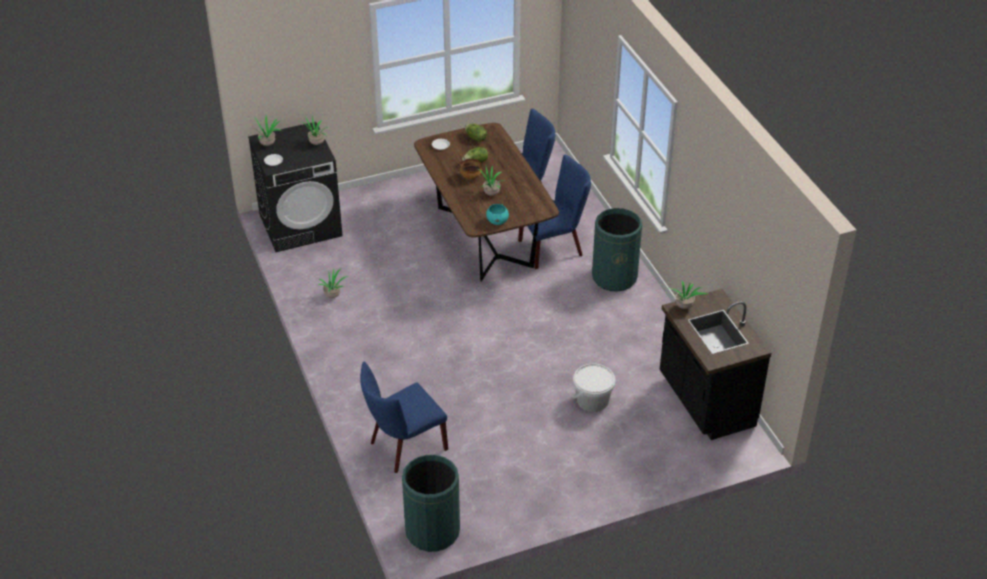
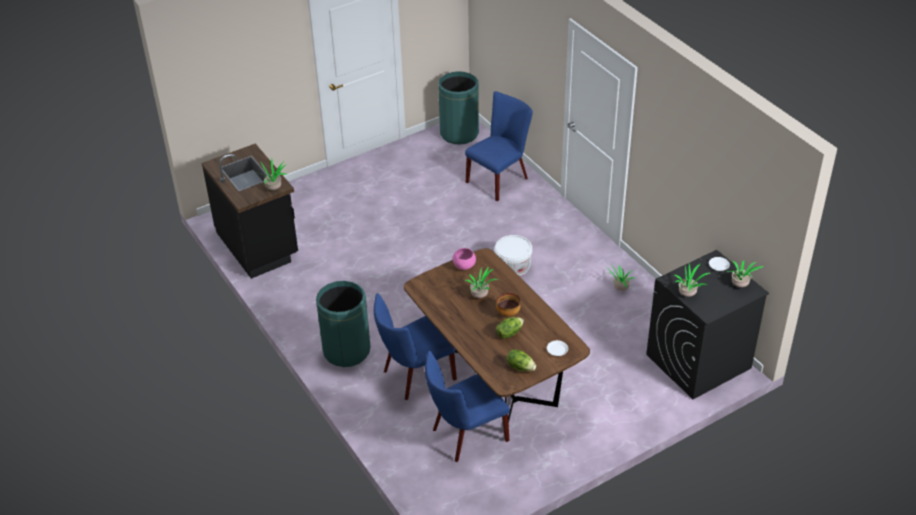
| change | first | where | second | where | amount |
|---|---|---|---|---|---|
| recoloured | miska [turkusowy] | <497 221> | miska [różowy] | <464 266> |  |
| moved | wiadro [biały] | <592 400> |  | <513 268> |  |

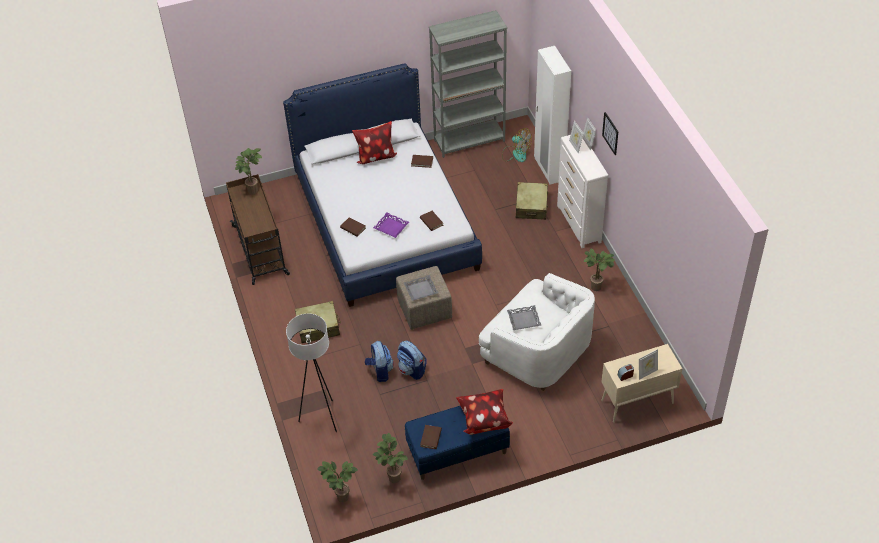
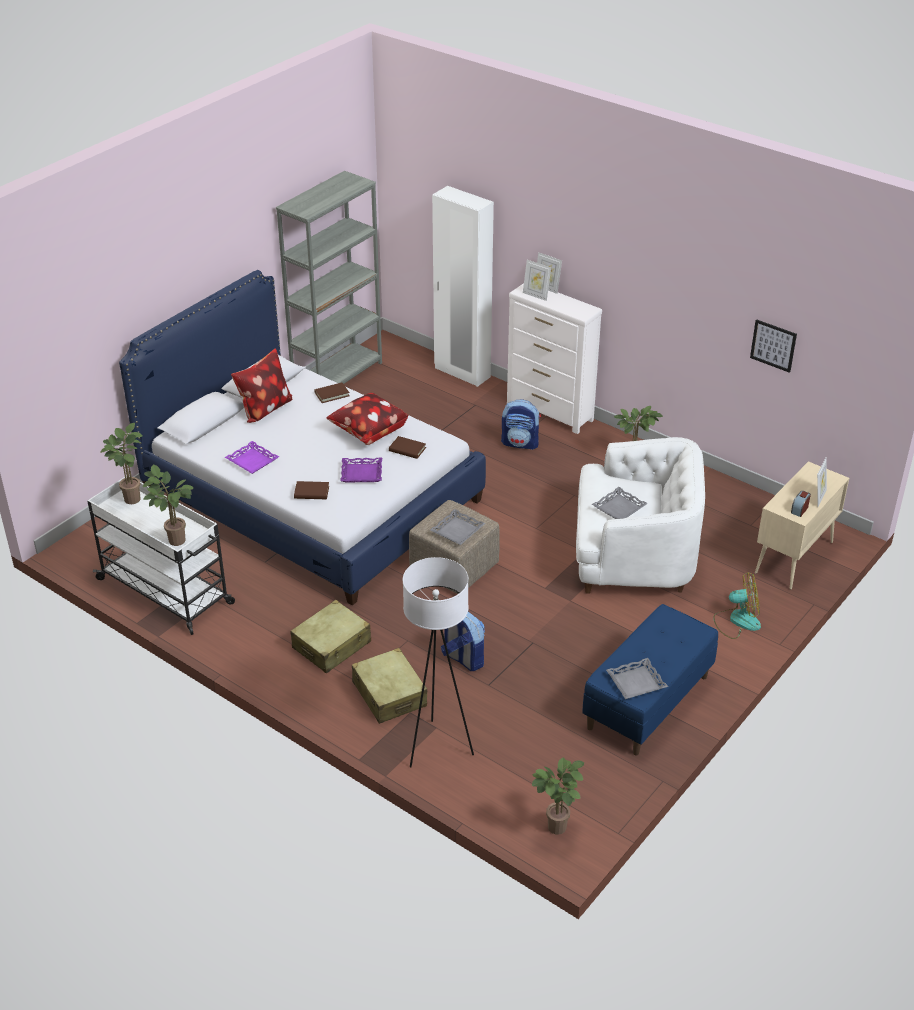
| change | first | where | second | where | amount |
|---|---|---|---|---|---|
| moved | obraz | <610 133> |  | <773 345> |  |
| moved | wentylator | <516 153> |  | <737 621> |  |
| recoloured | wózek [brązowy] | <260 251> | wózek [biały] | <166 592> |  |
| moved | walizka [beżowy] | <531 206> |  | <389 694> |  |
| moved | plecak | <412 370> |  | <520 443> |  |
| moved | poduszka | <483 419> |  | <368 432> |  |
| replaced | książka [brązowy] | <431 438> | taca [szary] | <636 683> |  |
| moved | roślina doniczkowa | <392 477> |  | <173 541> |  |
| added |  |  | taca [fioletowy] | <252 461> |  |

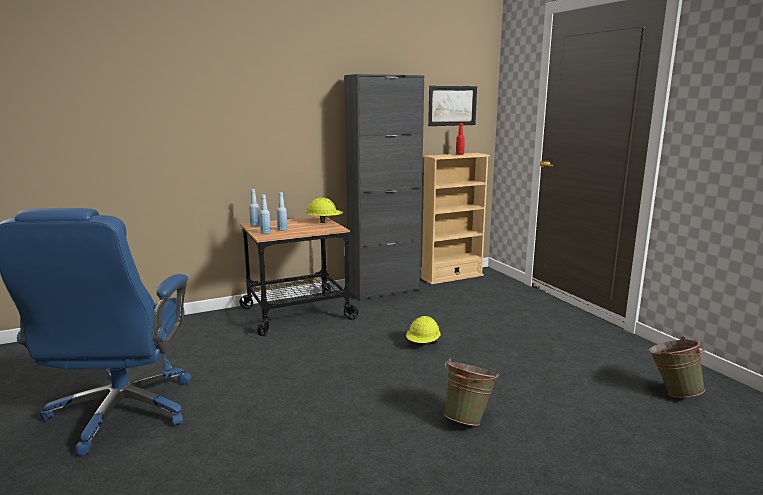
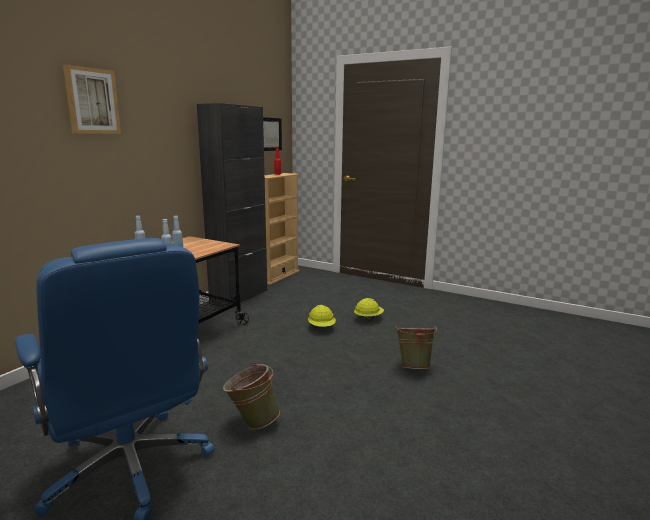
| change | first | where | second | where | amount |
|---|---|---|---|---|---|
| moved | kask [żółty] | <324 222> |  | <368 318> |  |
| moved | wiadro [zielony] | <672 392> |  | <252 422> |  |
| added |  |  | obraz | <92 101> |  |

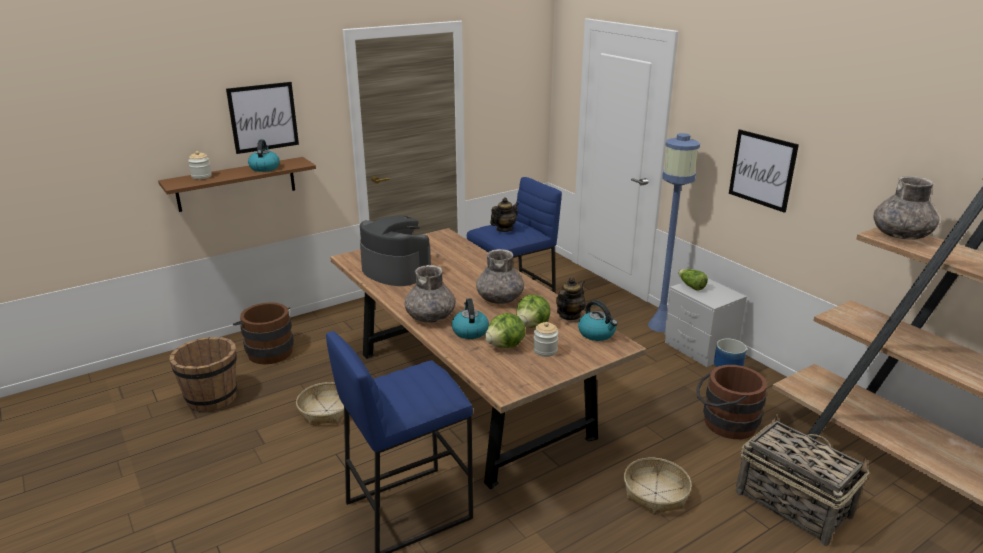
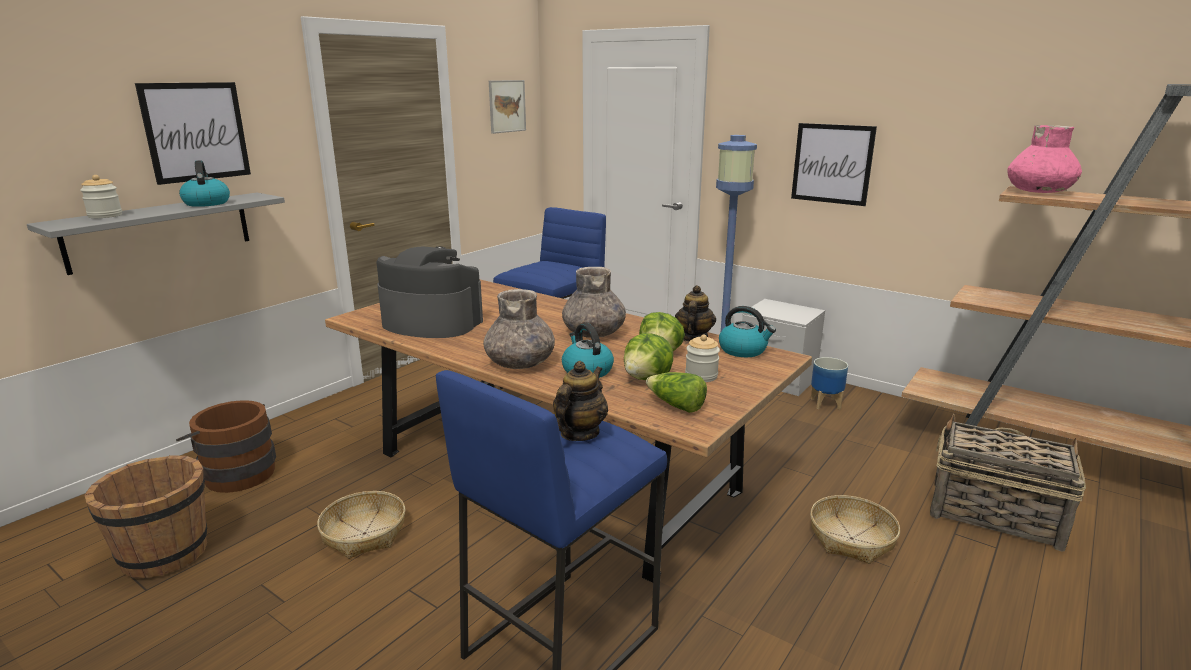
| change | first | where | second | where | amount |
|---|---|---|---|---|---|
| recoloured | półka [brązowy] | <236 184> | półka [szary] | <160 231> |  |
| recoloured | wazon [szary] | <901 235> | wazon [różowy] | <1039 192> |  |
| moved | imbryk | <504 229> |  | <579 433> |  |
| moved | sałata | <691 286> |  | <676 406> |  |
| removed | wiadro [brązowy] | <724 423> |  |  |  |
| added |  |  | obraz | <507 106> |  |

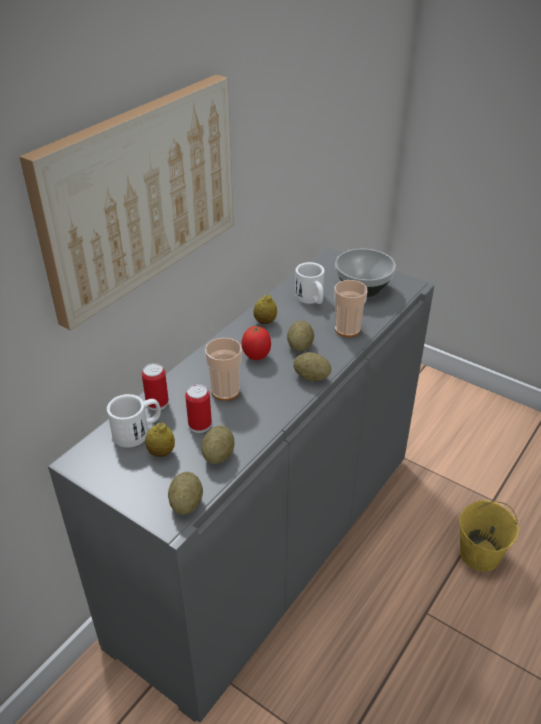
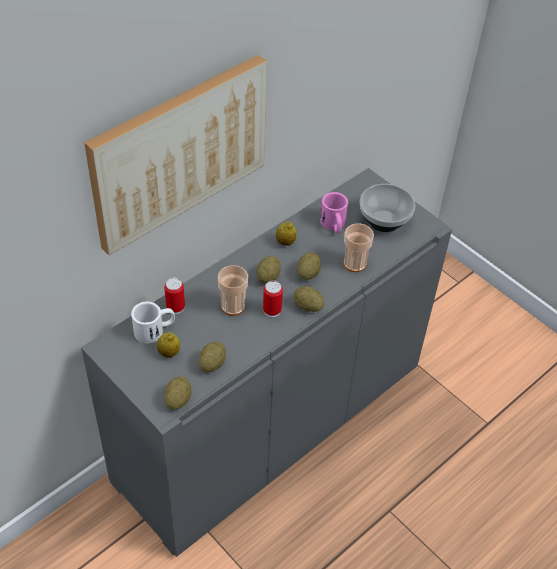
| change | first | where | second | where | amount |
|---|---|---|---|---|---|
| recoloured | kubek [biały] | <311 299> | kubek [różowy] | <334 225> |  |
| replaced | pomidor | <256 356> | ziemniak | <268 277> |  |
| moved | puszka | <200 425> |  | <272 310> |  |
| removed | wiadro [żółty] | <479 554> |  |  |  |

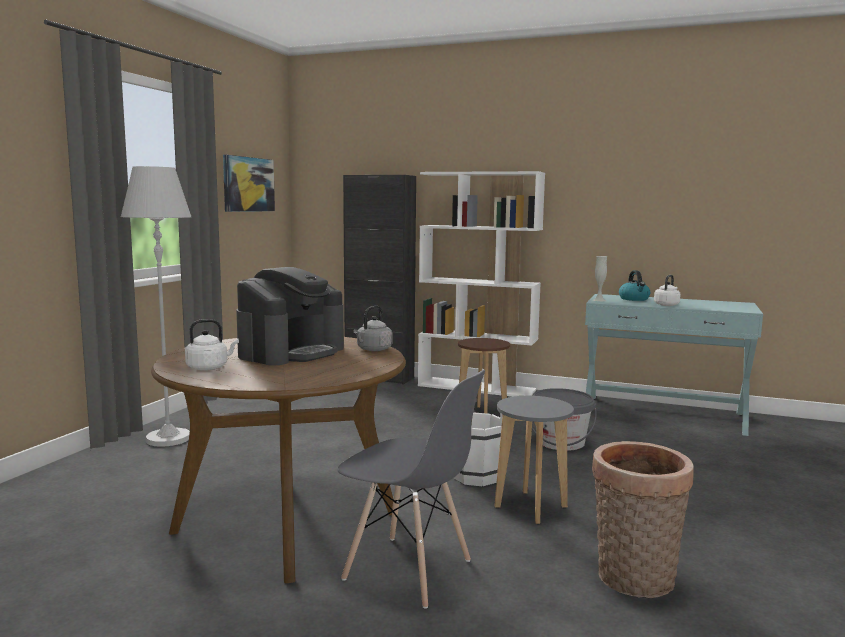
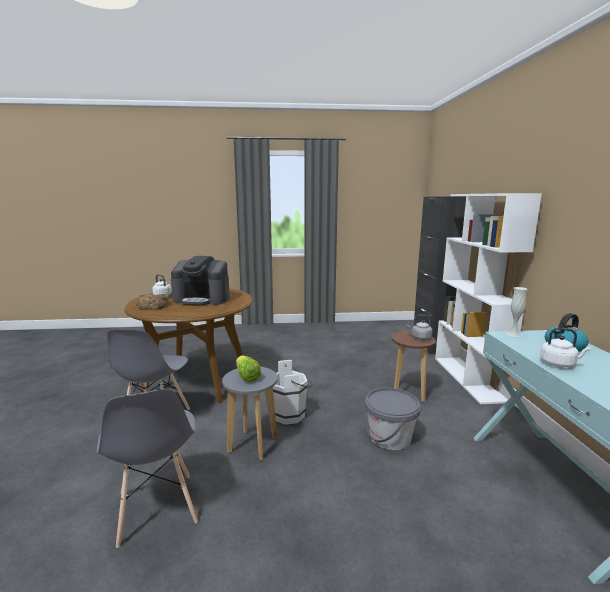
| change | first | where | second | where | amount |
|---|---|---|---|---|---|
| removed | obraz | <248 184> |  |  |  |
| removed | lampa stojąca [biały] | <168 439> |  |  |  |
| moved | czajnik [szary] | <373 349> |  | <420 338> |  |
| replaced | koszyk | <634 581> | krzesło [szary] | <157 508> |  |
| added |  |  | chleb | <153 306> |  |
| added |  |  | sałata | <247 377> |  |

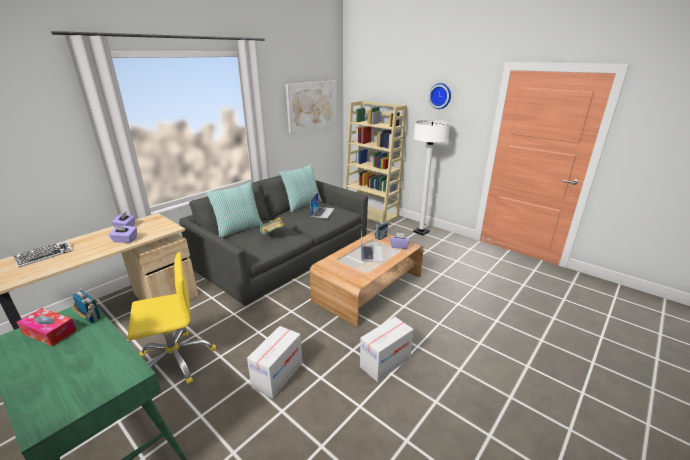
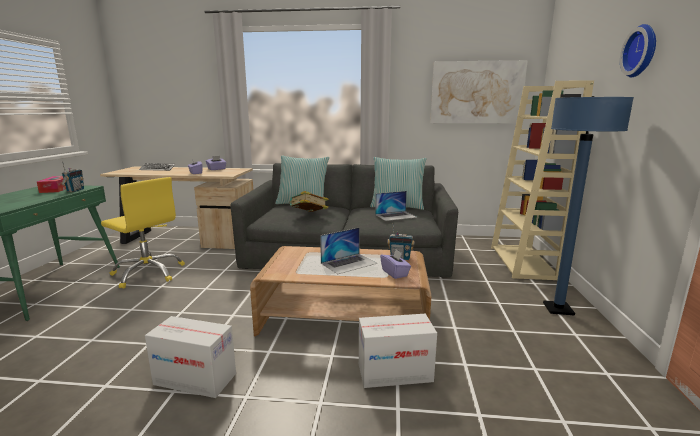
| change | first | where | second | where | amount |
|---|---|---|---|---|---|
| recoloured | lampa stojąca [biały] | <421 232> | lampa stojąca [niebieski] | <558 309> |  |
| moved | karton | <278 375> |  | <394 373> |  |

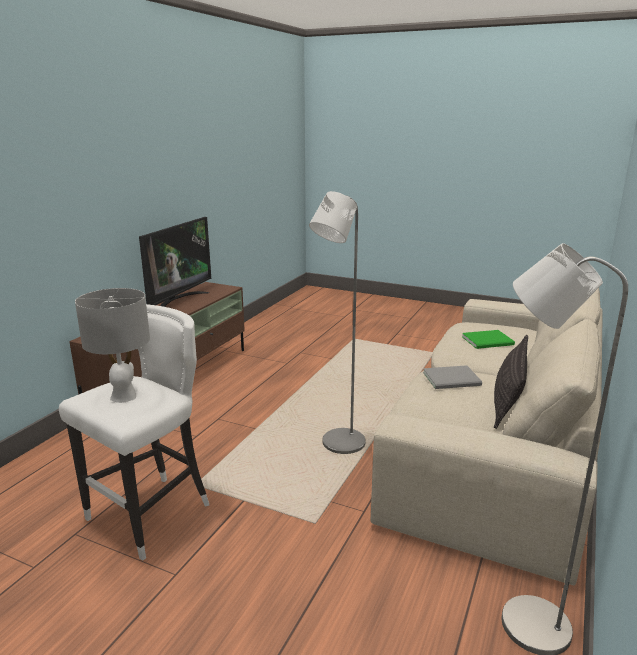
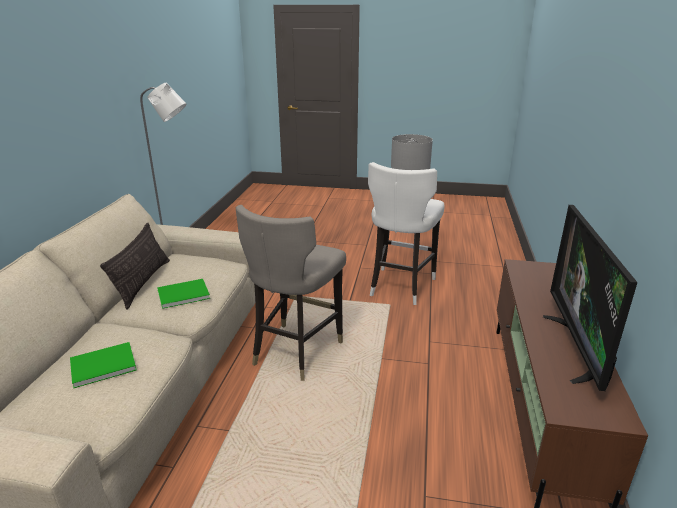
| change | first | where | second | where | amount |
|---|---|---|---|---|---|
| replaced | lampa stojąca [szary] | <338 446> | stołek [szary] | <295 352> |  |
| recoloured | książka [szary] | <453 379> | książka [zielony] | <182 294> |  |

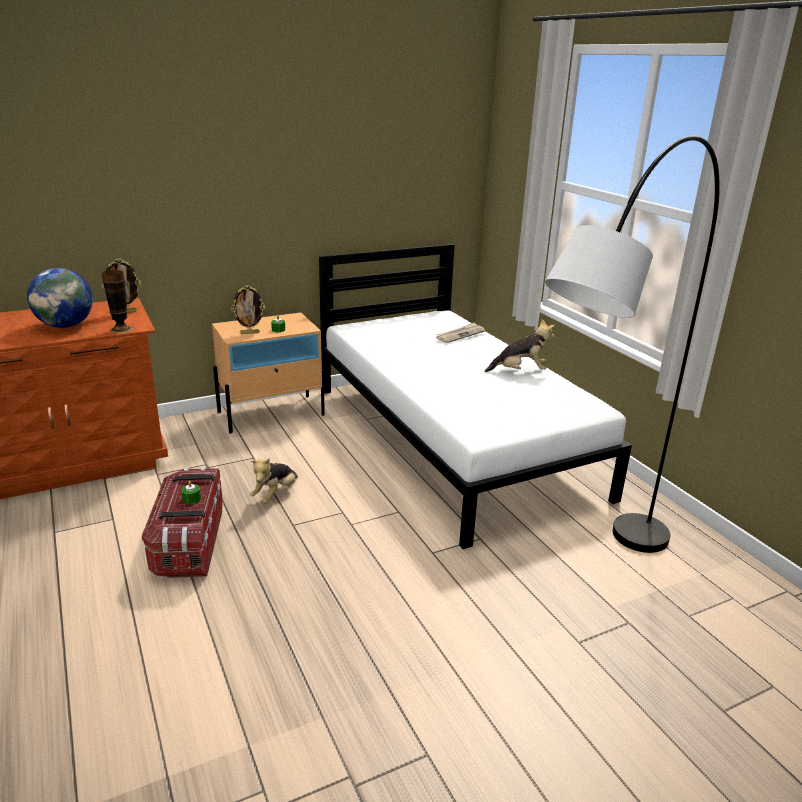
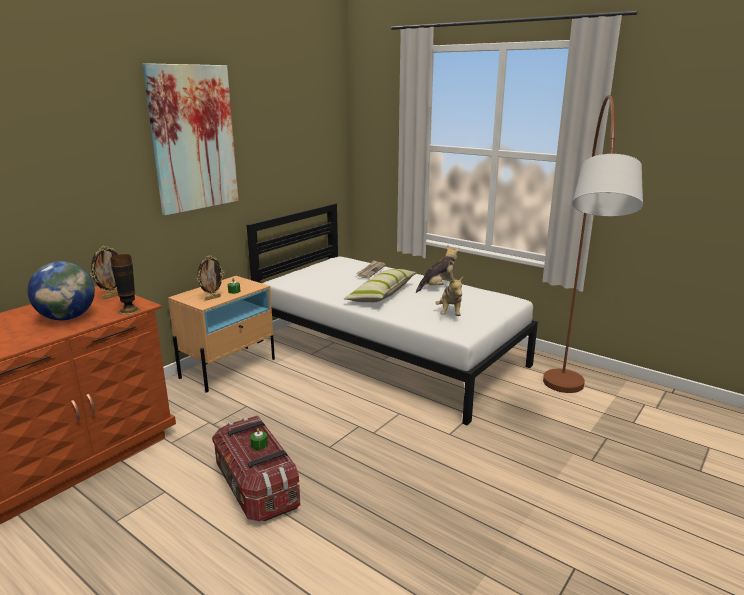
| change | first | where | second | where | amount |
|---|---|---|---|---|---|
| recoloured | lampa stojąca [szary] | <591 586> | lampa stojąca [brązowy] | <565 423> |  |
| moved | pluszak | <275 495> |  | <450 313> |  |
| added |  |  | obraz | <193 138> |  |
| added |  |  | poduszka | <382 294> |  |

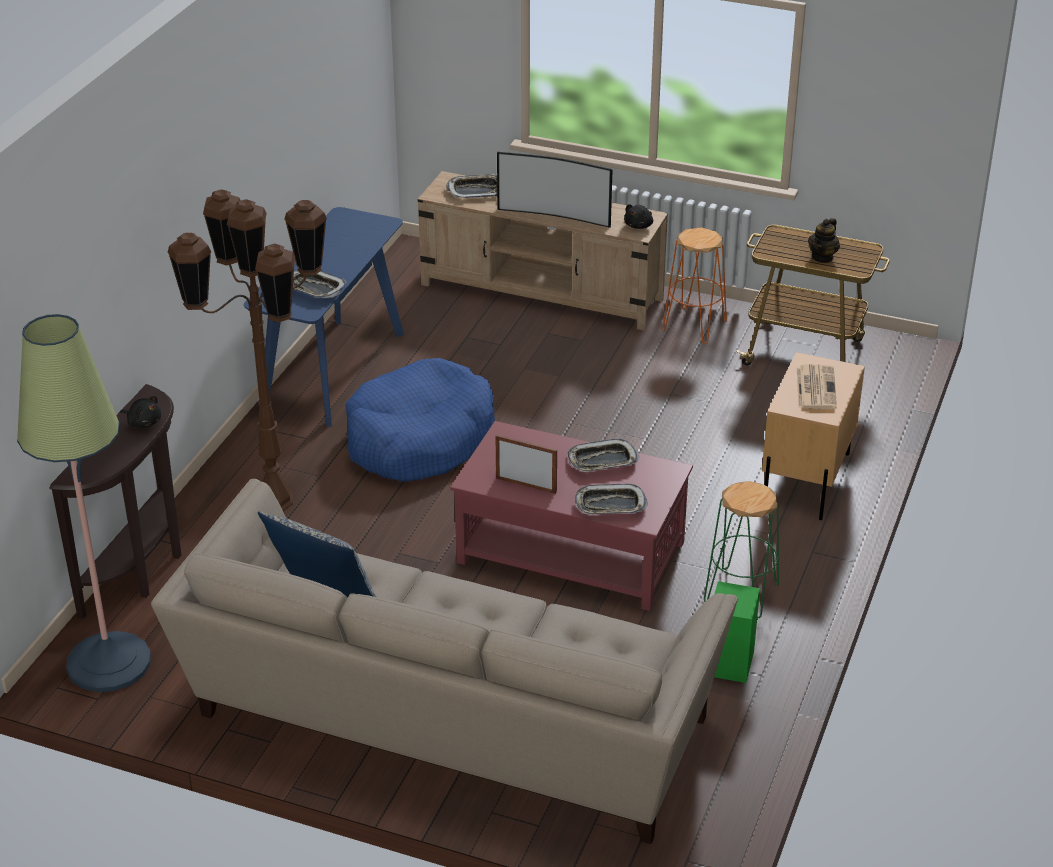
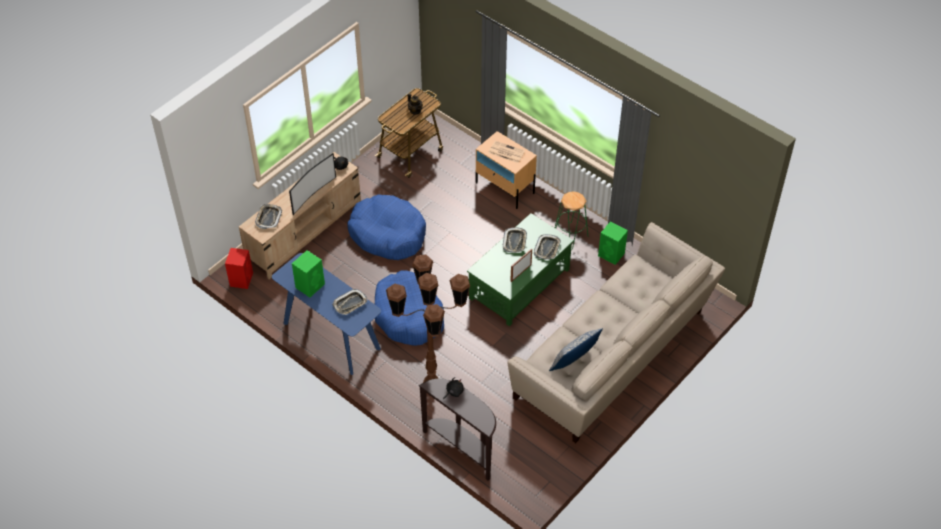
| change | first | where | second | where | amount |
|---|---|---|---|---|---|
| removed | stołek [pomarańczowy] | <694 326> |  |  |  |
| removed | lampa stojąca | <109 663> |  |  |  |
| recoloured | ława [czerwony] | <570 551> | ława [zielony] | <519 284> |  |
| added |  |  | legowisko [niebieski] | <388 234> |  |
| added |  |  | głośnik [czerwony] | <241 279> |  |
| added |  |  | głośnik [zielony] | <310 285> |  |

